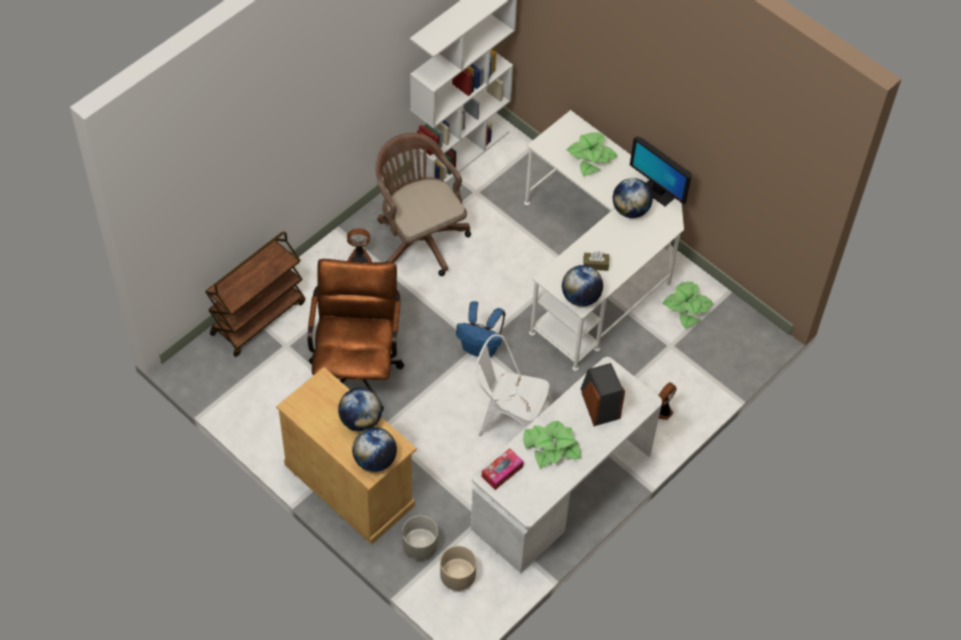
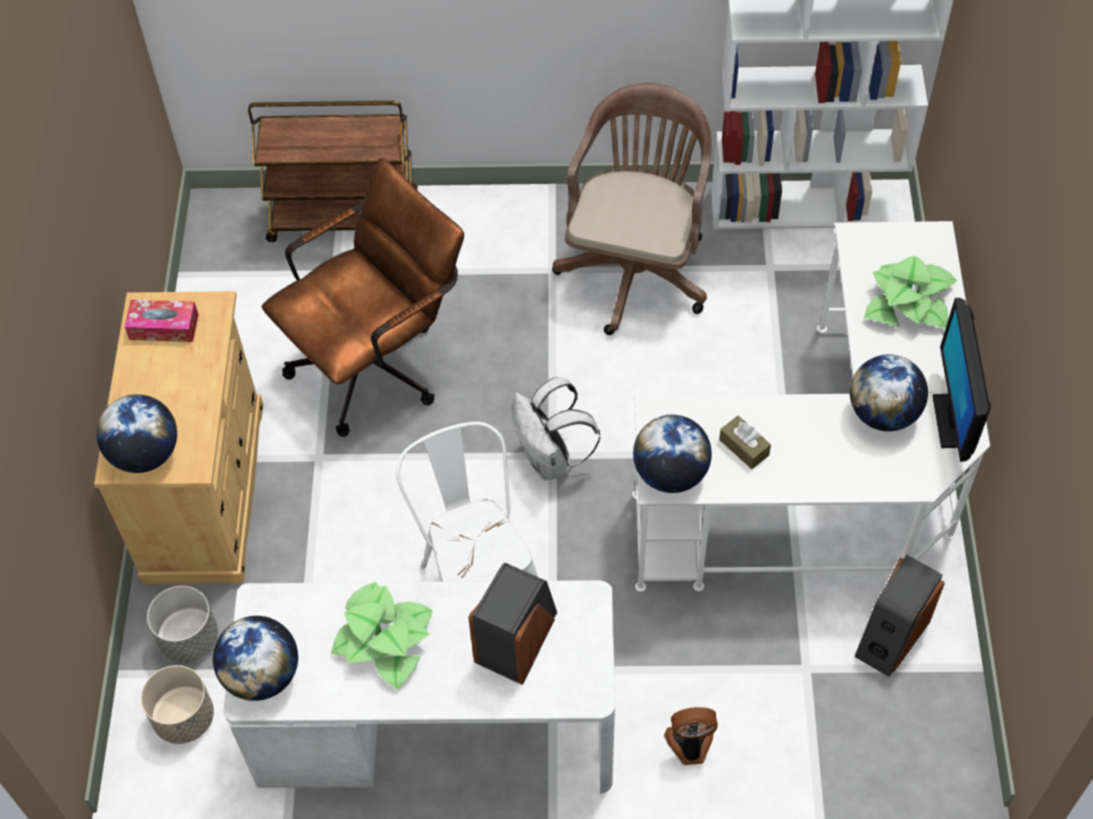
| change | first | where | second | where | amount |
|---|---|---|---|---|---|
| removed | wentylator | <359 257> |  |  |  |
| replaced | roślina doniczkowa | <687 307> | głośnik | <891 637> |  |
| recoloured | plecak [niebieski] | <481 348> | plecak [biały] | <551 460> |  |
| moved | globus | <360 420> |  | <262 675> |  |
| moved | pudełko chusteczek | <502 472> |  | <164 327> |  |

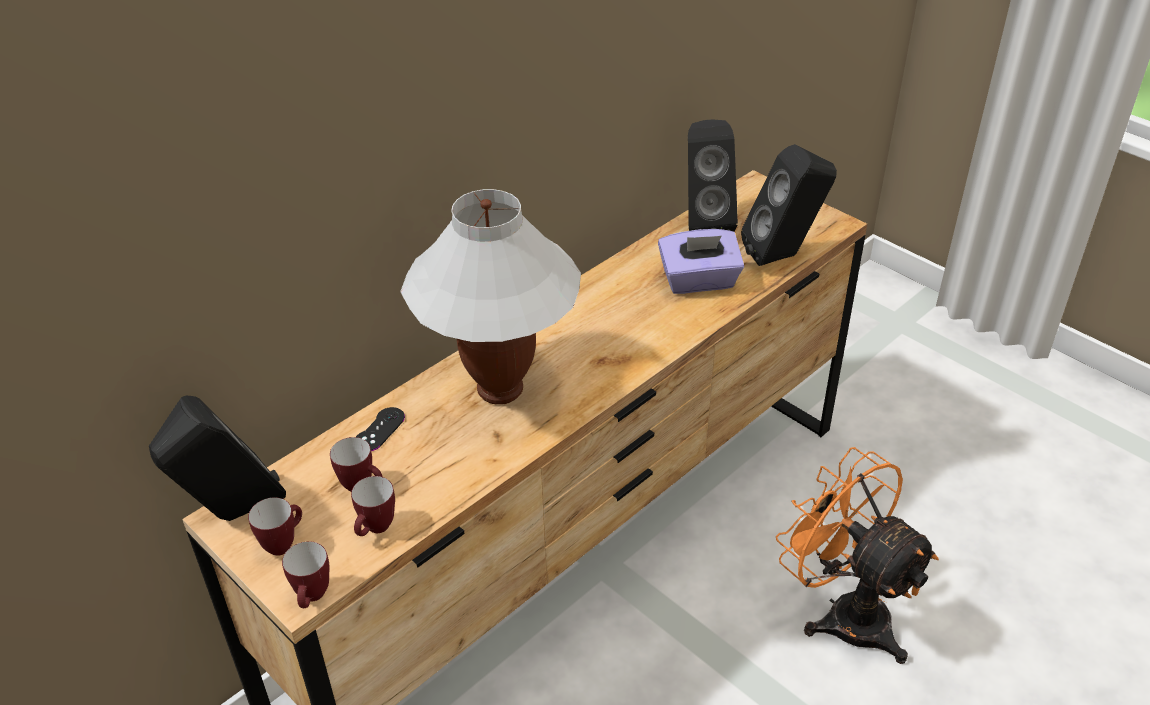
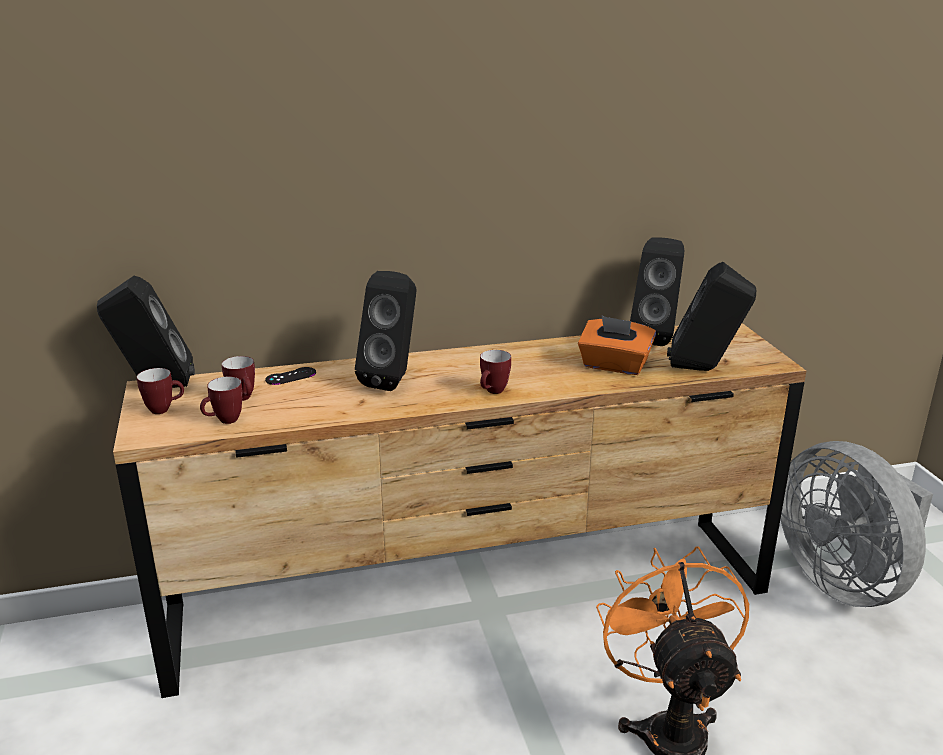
| change | first | where | second | where | amount |
|---|---|---|---|---|---|
| replaced | lampa stołowa [biały] | <500 389> | głośnik [czarny] | <393 380> |  |
| recoloured | pudełko chusteczek [fioletowy] | <699 281> | pudełko chusteczek [pomarańczowy] | <614 366> |  |
| moved | kubek | <313 598> |  | <493 392> |  |
| added |  |  | wentylator [szary] | <844 580> |  |

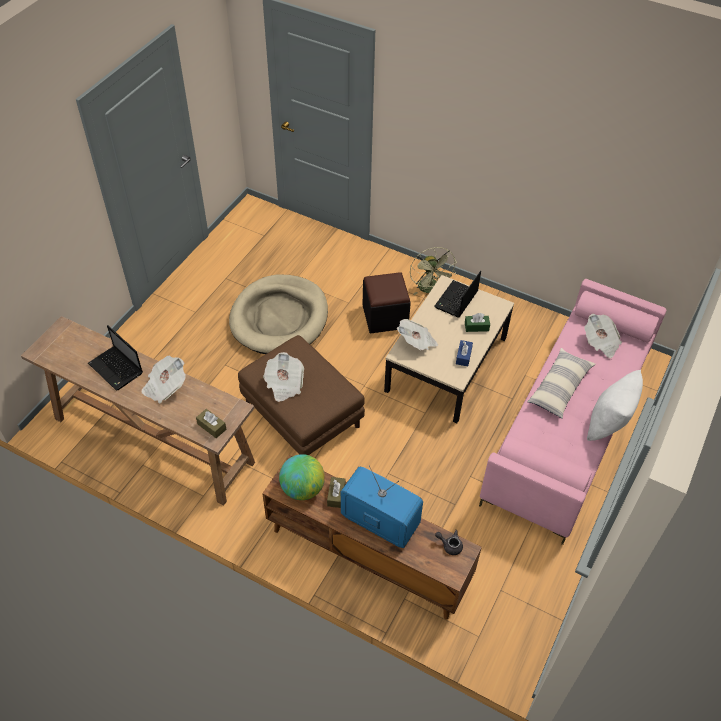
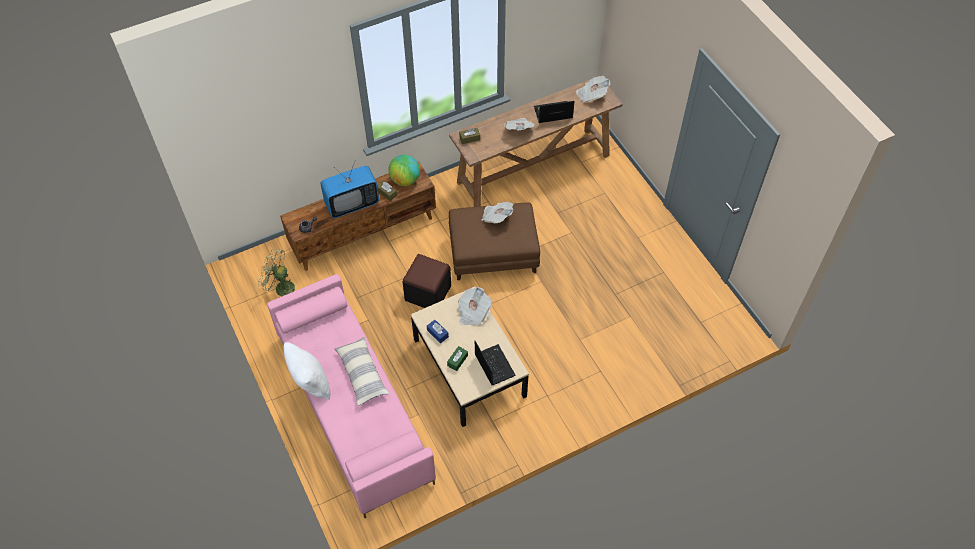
| change | first | where | second | where | amount |
|---|---|---|---|---|---|
| moved | wentylator [zielony] | <430 289> |  | <280 288> |  |
| moved | pufa [czarny] | <385 316> |  | <428 293> |  |
| removed | legowisko [beżowy] | <279 318> |  |  |  |
| moved | gazeta | <600 343> |  | <591 95> |  |

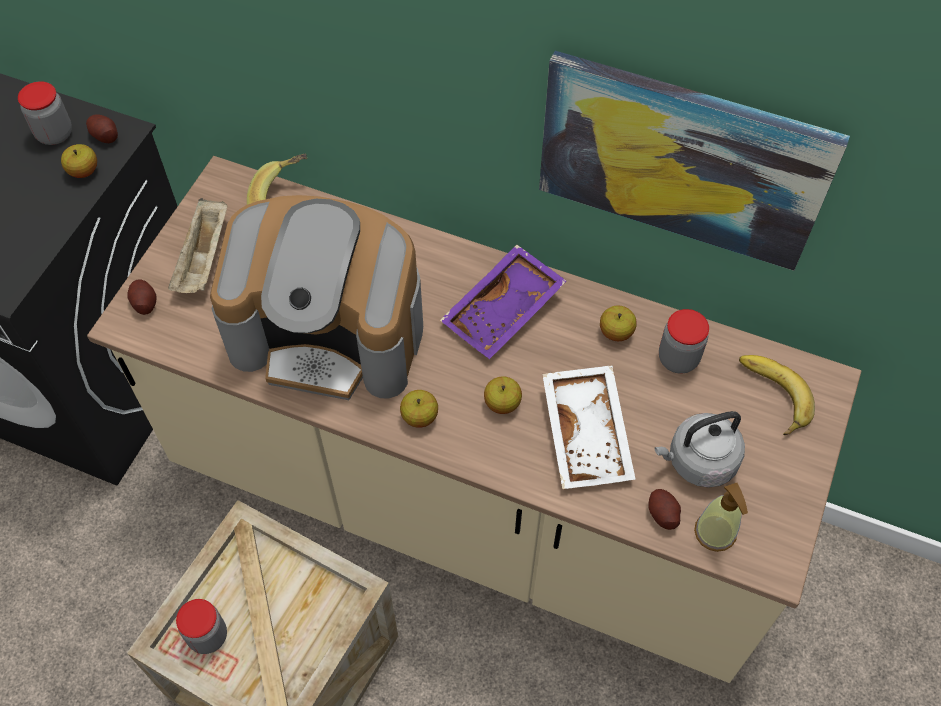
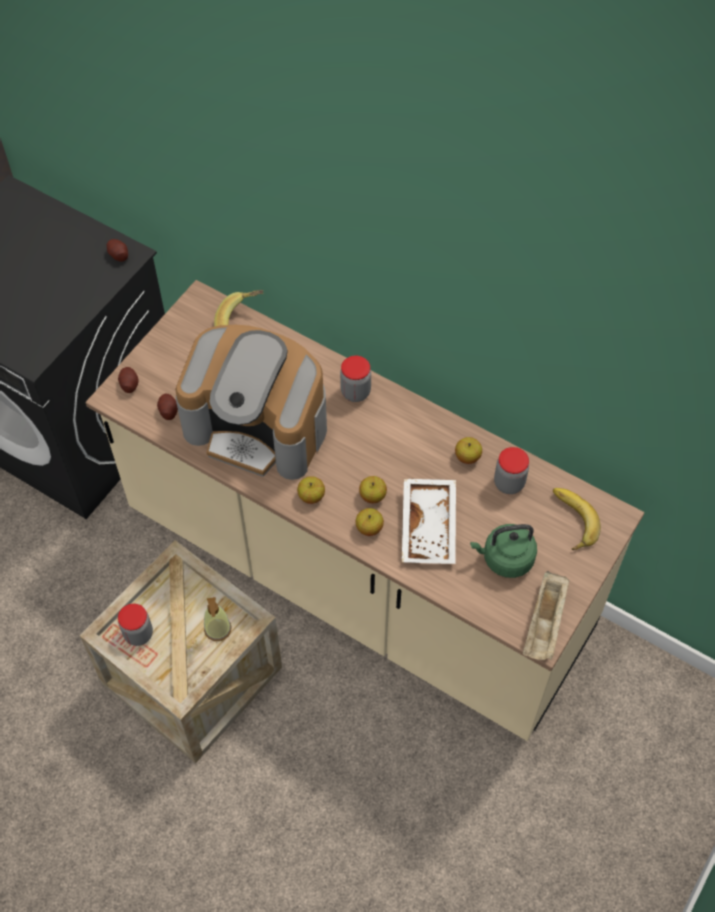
| change | first | where | second | where | amount |
|---|---|---|---|---|---|
| removed | obraz | <682 160> |  |  |  |
| moved | słoik | <54 134> |  | <355 392> |  |
| moved | jabłko | <84 171> |  | <369 528> |  |
| moved | taca [beżowy] | <204 259> |  | <545 624> |  |
| removed | taca [fioletowy] | <504 311> |  |  |  |
| recoloured | czajnik [szary] | <698 462> | czajnik [zielony] | <505 559> |  |
| moved | dozownik mydła | <715 533> |  | <218 629> |  |
| moved | ziemniak | <662 514> |  | <168 411> |  |

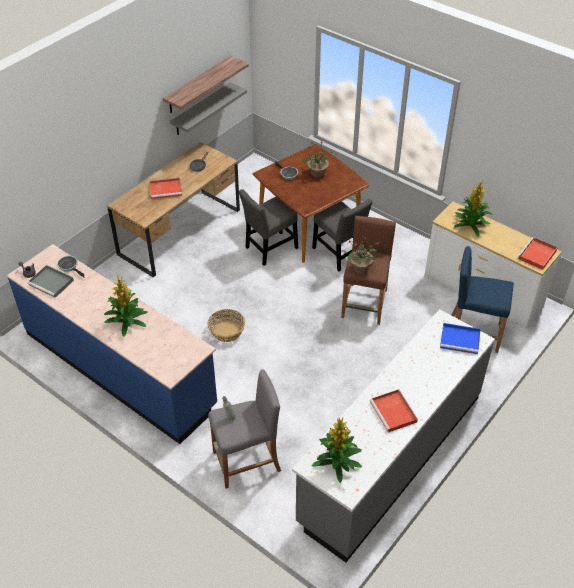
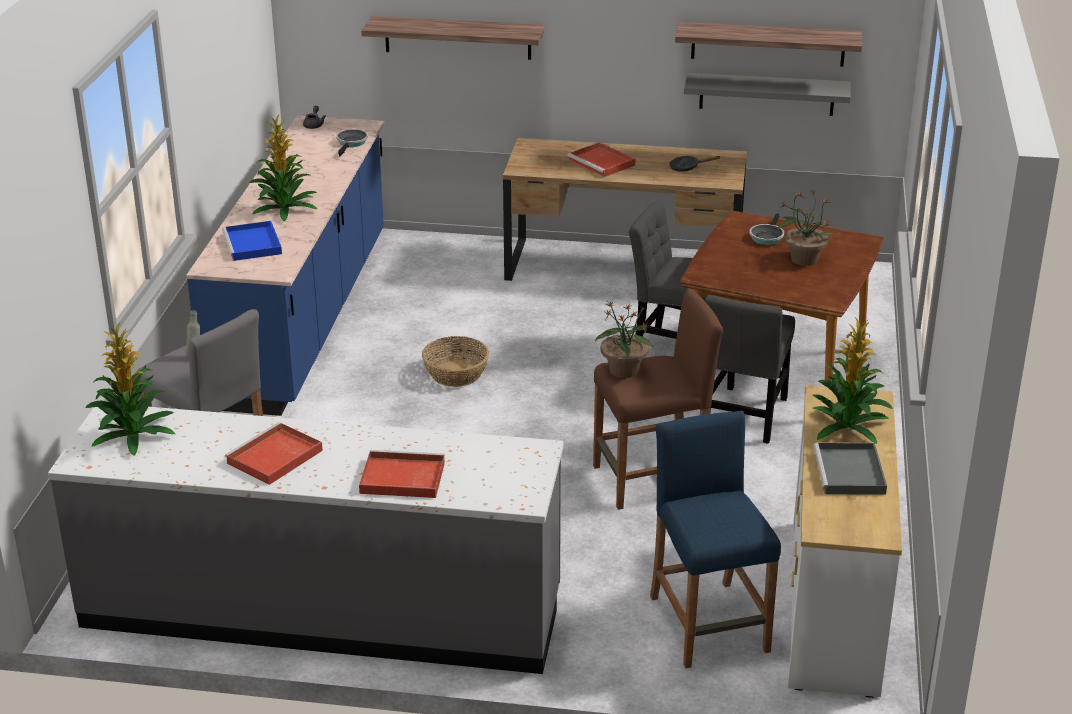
| change | first | where | second | where | amount |
|---|---|---|---|---|---|
| moved | taca [czerwony] | <537 255> |  | <400 478> |  |
| moved | taca [szary] | <52 283> |  | <850 473> |  |
| moved | taca [niebieski] | <461 340> |  | <253 244> |  |
| added |  |  | półka | <457 37> |  |

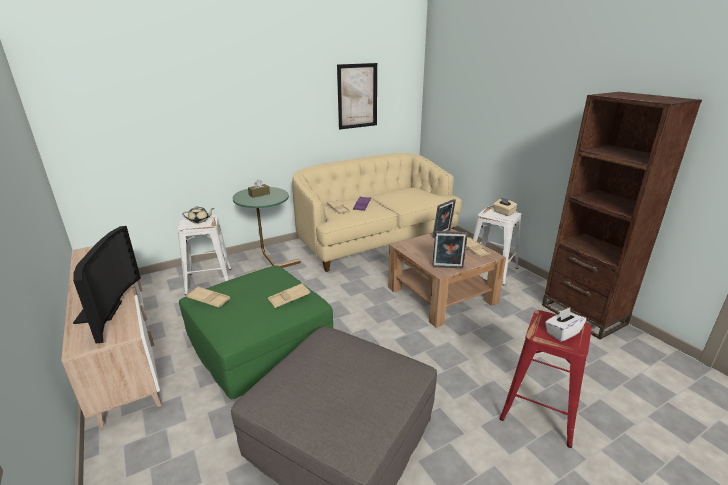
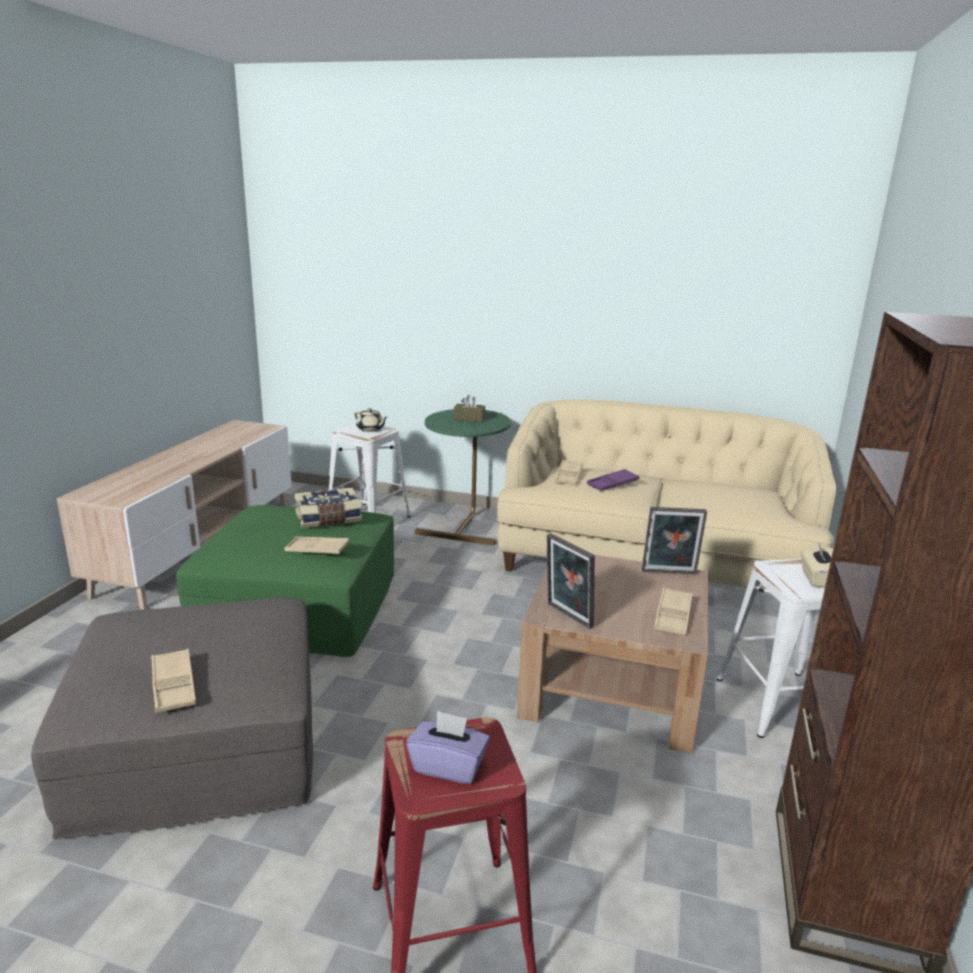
| change | first | where | second | where | amount |
|---|---|---|---|---|---|
| removed | obraz | <357 96> |  |  |  |
| removed | telewizor | <105 312> |  |  |  |
| moved | taca [beżowy] | <209 299> |  | <173 685> |  |
| recoloured | pudełko chusteczek [biały] | <562 333> | pudełko chusteczek [fioletowy] | <448 766> |  |
| added |  |  | książka | <329 519> |  |

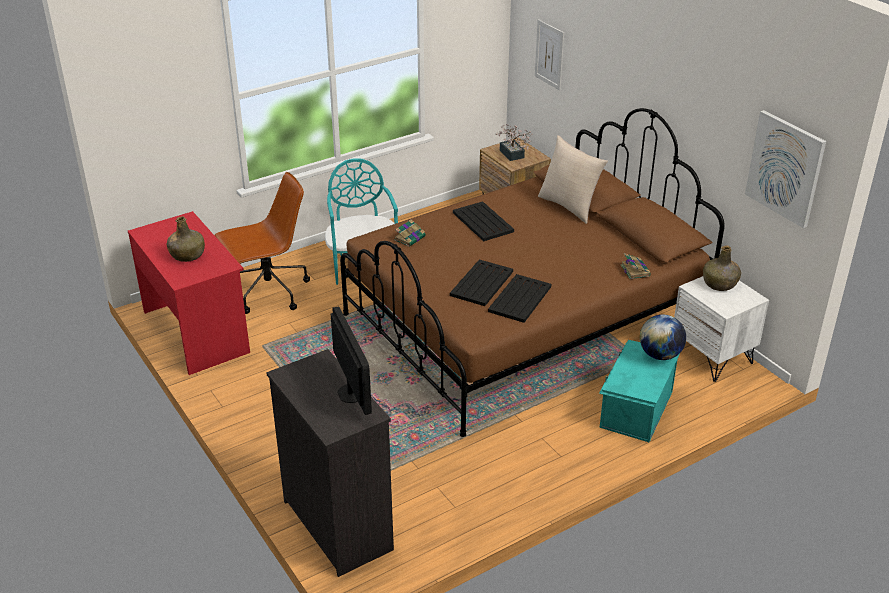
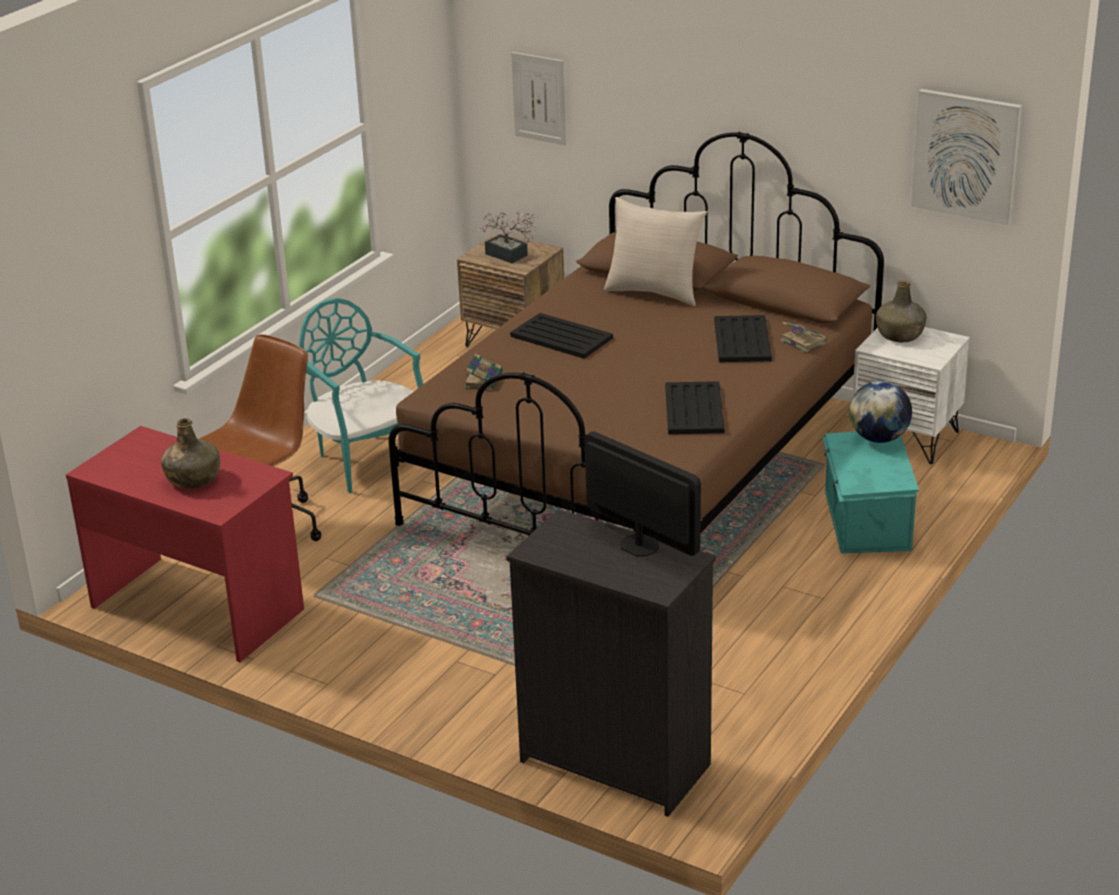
| change | first | where | second | where | amount |
|---|---|---|---|---|---|
| moved | taca [czarny] | <481 284> |  | <742 341> |  |

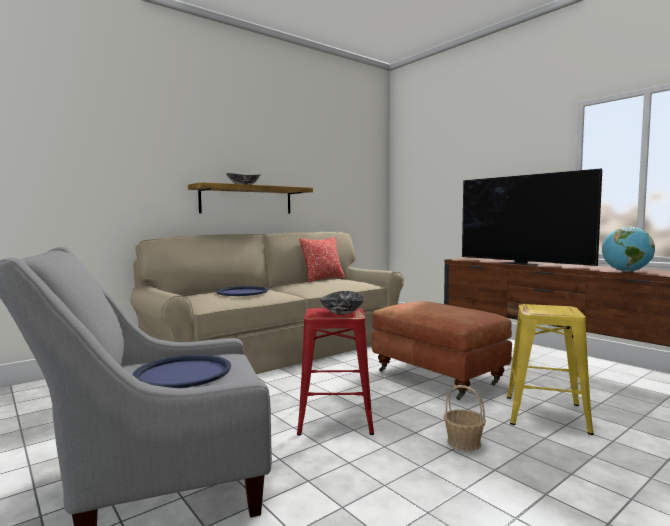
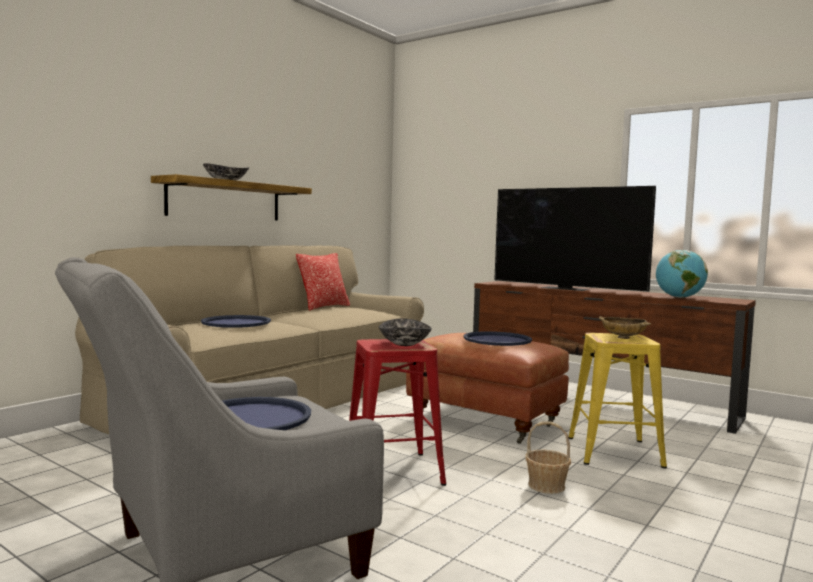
| change | first | where | second | where | amount |
|---|---|---|---|---|---|
| added |  |  | miska [beżowy] | <623 338> |  |
| added |  |  | taca [niebieski] | <497 340> |  |

